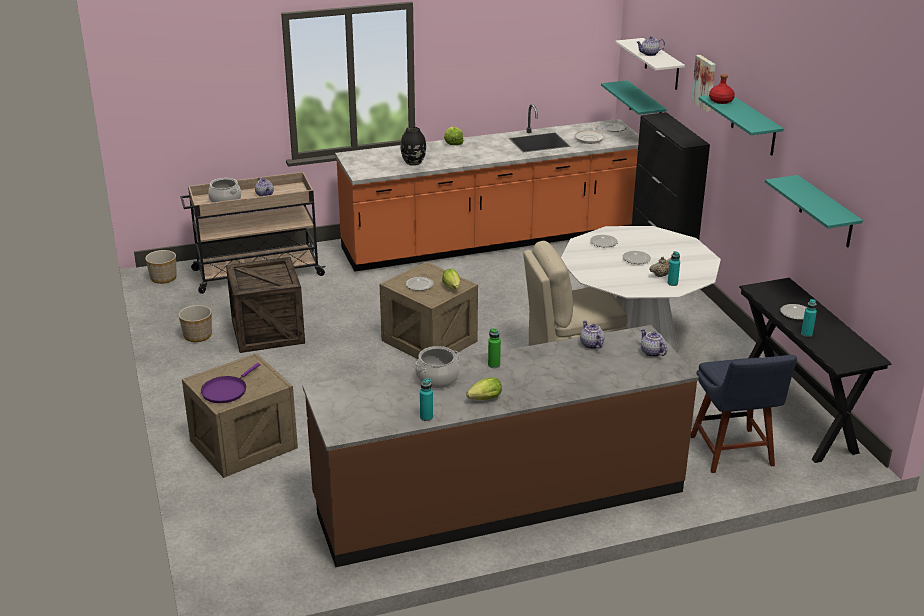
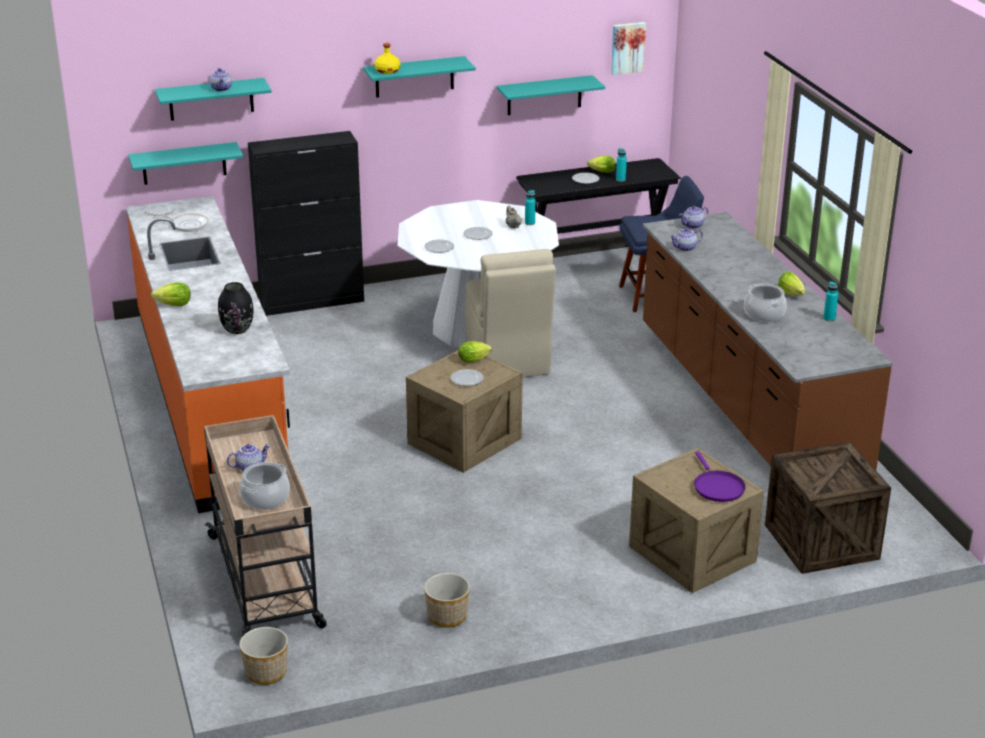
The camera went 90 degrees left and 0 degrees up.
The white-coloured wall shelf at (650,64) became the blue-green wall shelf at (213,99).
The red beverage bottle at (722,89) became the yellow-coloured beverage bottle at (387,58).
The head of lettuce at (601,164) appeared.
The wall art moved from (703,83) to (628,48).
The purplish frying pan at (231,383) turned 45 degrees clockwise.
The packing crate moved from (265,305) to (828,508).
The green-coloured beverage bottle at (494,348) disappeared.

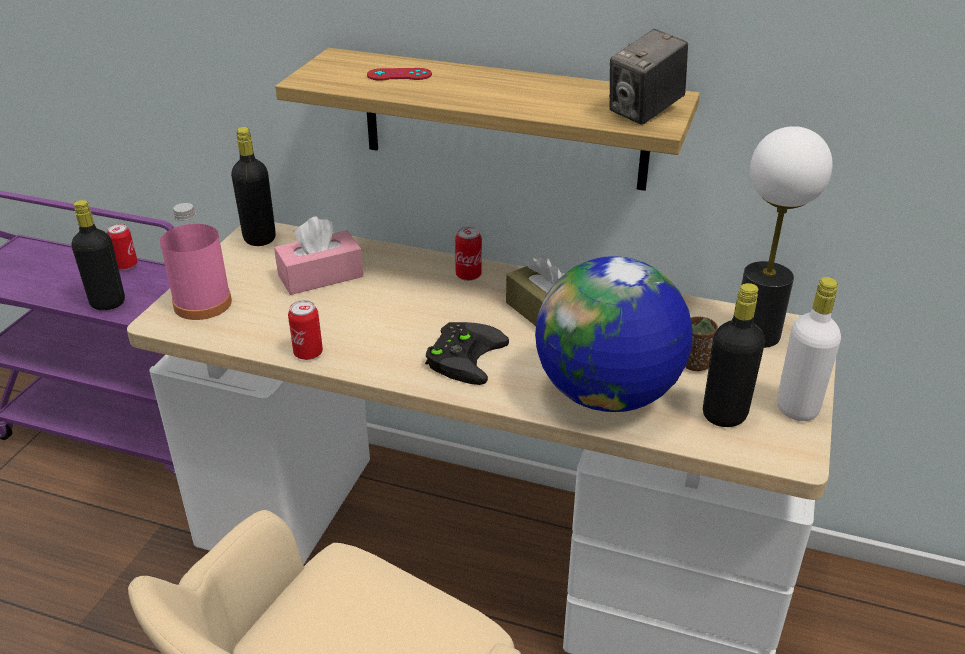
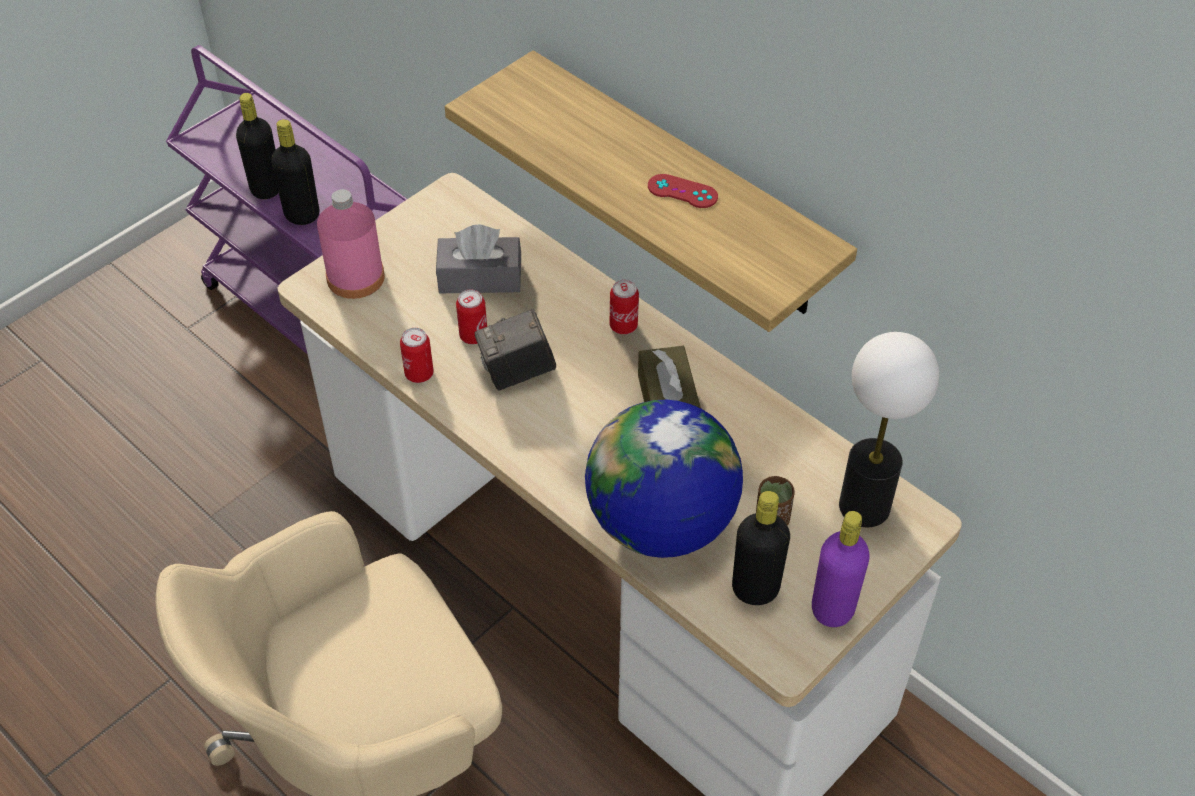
The camera went 25 degrees right and 15 degrees up.
The black beverage bottle moved from (253,186) to (257,146).
The pinkish tissue holder at (318,255) became the greyish tissue holder at (478,259).
The can moved from (122,247) to (471,317).
The still camera moved from (648,77) to (515,349).
The red game controller moved from (399,74) to (683,191).
The white-coloured beverage bottle at (809,349) became the purplish beverage bottle at (841,569).
The black game controller at (467,353) disappeared.

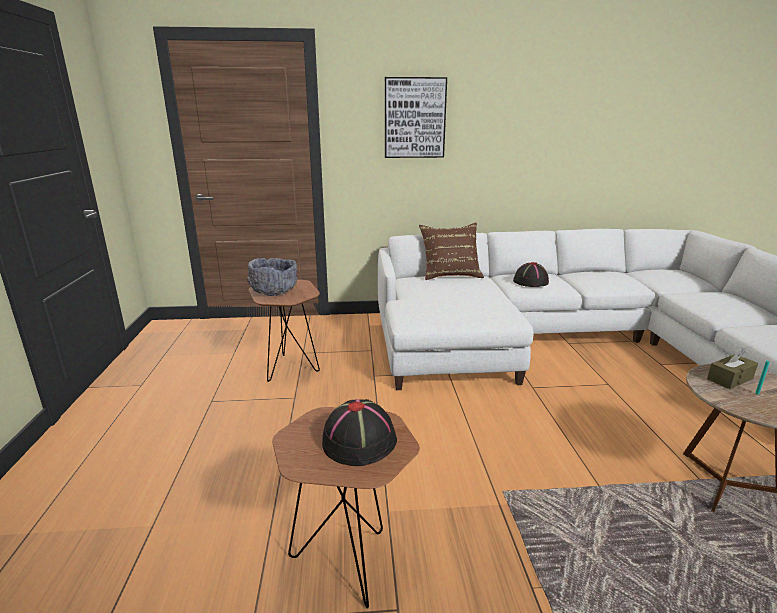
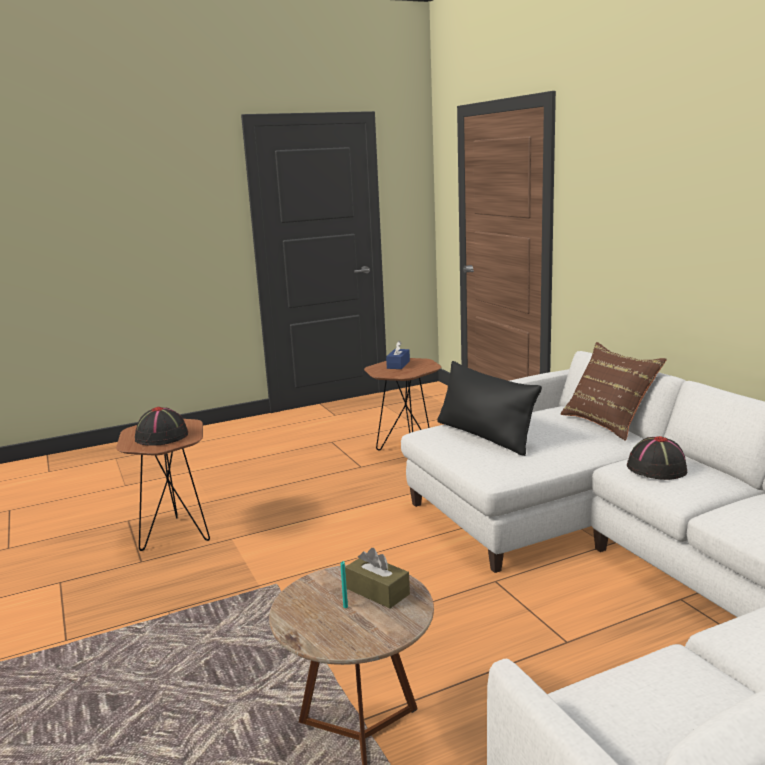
The camera went 70 degrees right and 5 degrees down.
The greyish serving bowl at (272,277) was replaced by the bluish tissue holder at (398,355).
The black throw pillow at (489,408) appeared.
The wall art at (416,117) disappeared.

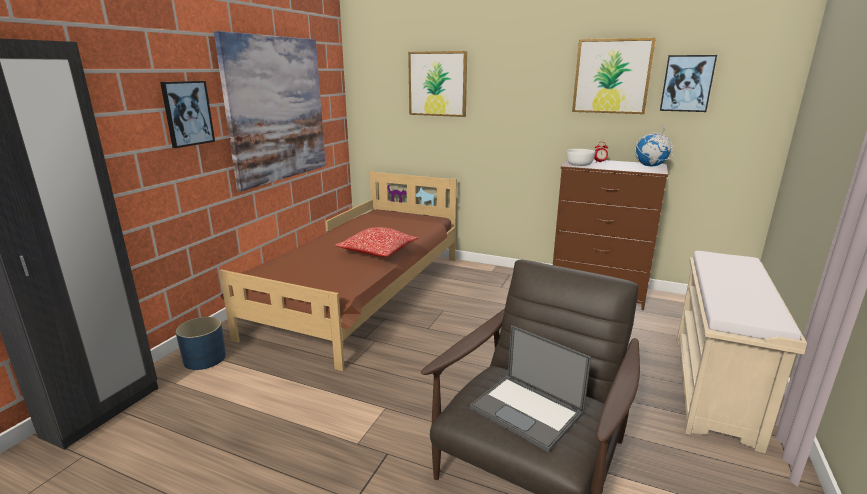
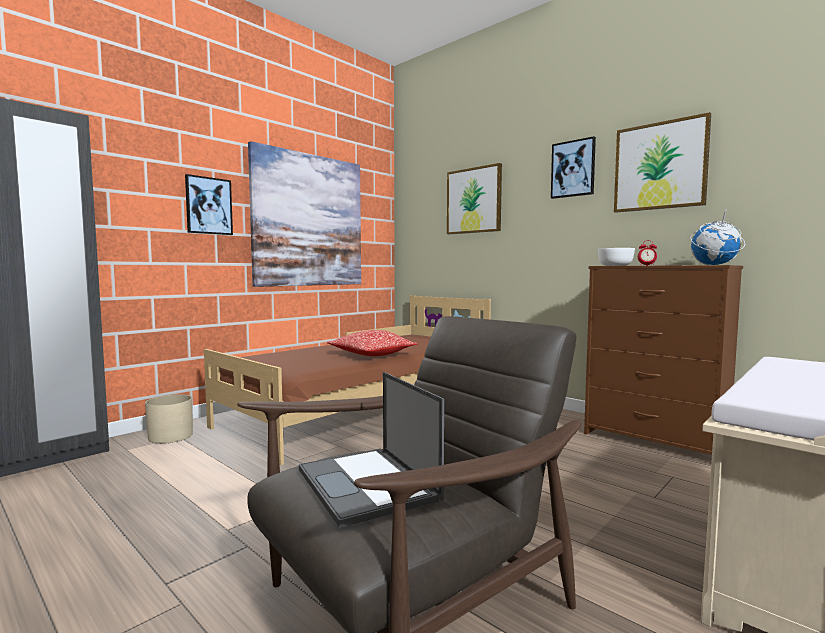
The camera went 20 degrees right and 15 degrees down.
The bluish planter at (201,343) became the sand-coloured planter at (169,419).
The wall art moved from (688,83) to (573,167).

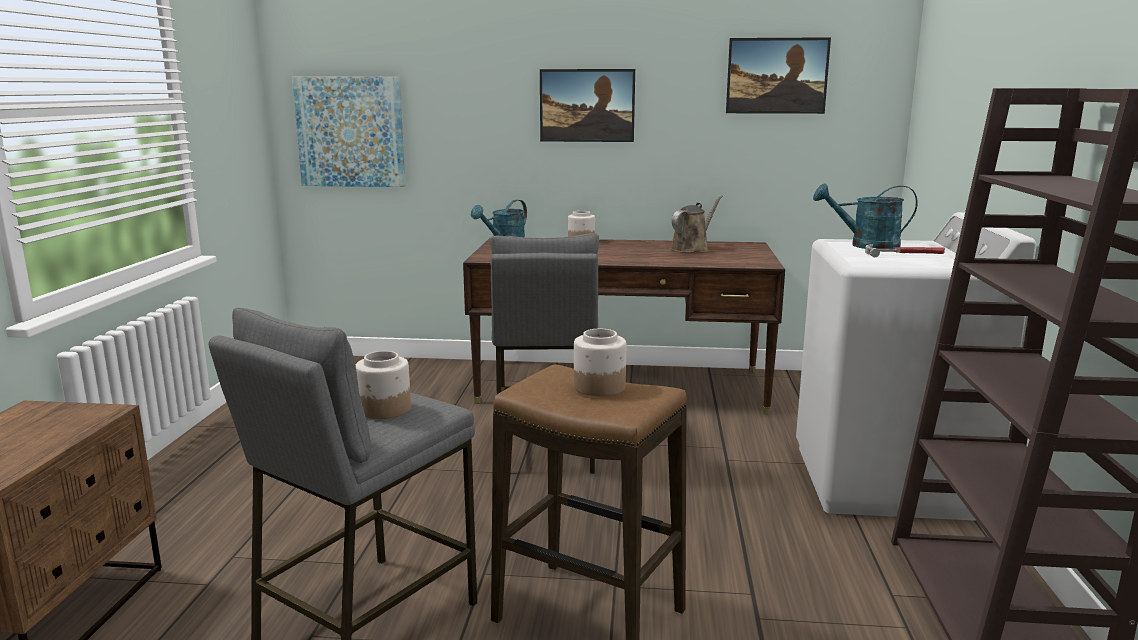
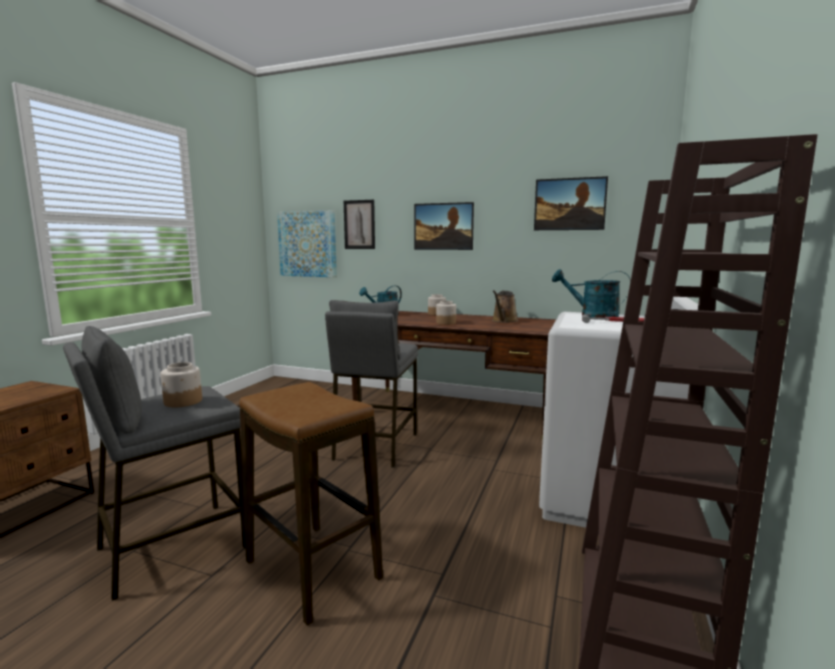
The camera went 15 degrees right and 5 degrees down.
The wall art at (359,224) appeared.
The jar moved from (600,363) to (446,313).
The brown watering pot at (696,224) turned 150 degrees clockwise.

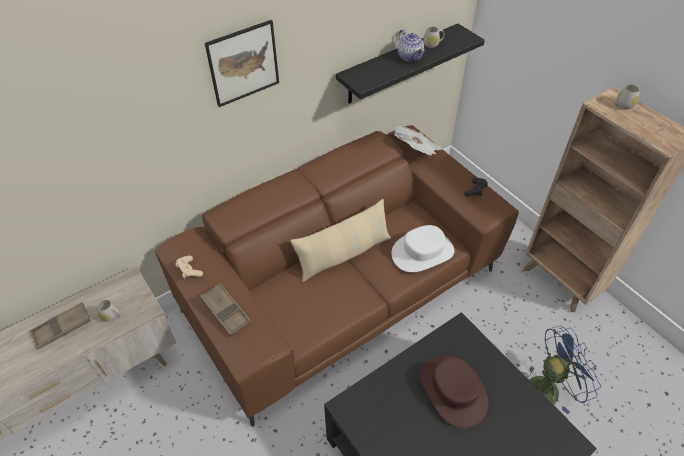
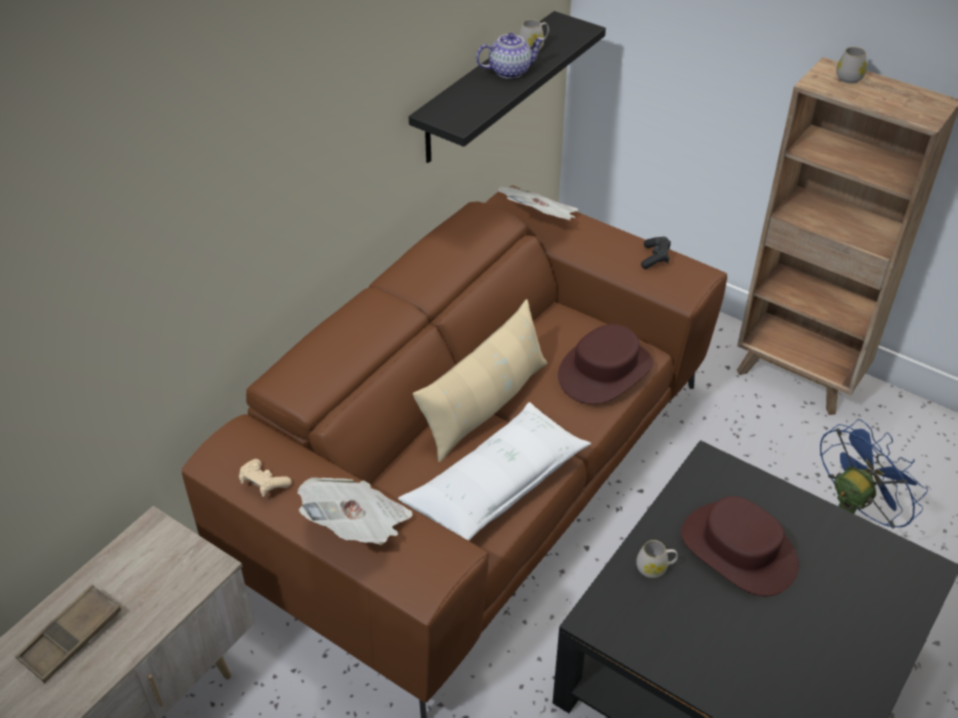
The camera went 20 degrees left and 5 degrees down.
The brown carrying tray at (225,310) was replaced by the printed paper at (355,511).
The white-coloured throw pillow at (494,471) appeared.
The teapot at (410,46) turned 60 degrees counterclockwise.
The white-coloured clothing hat at (422,248) became the brown clothing hat at (605,364).
The white-coloured tea mug moved from (109,311) to (657,559).
The wall art at (242,63) disappeared.

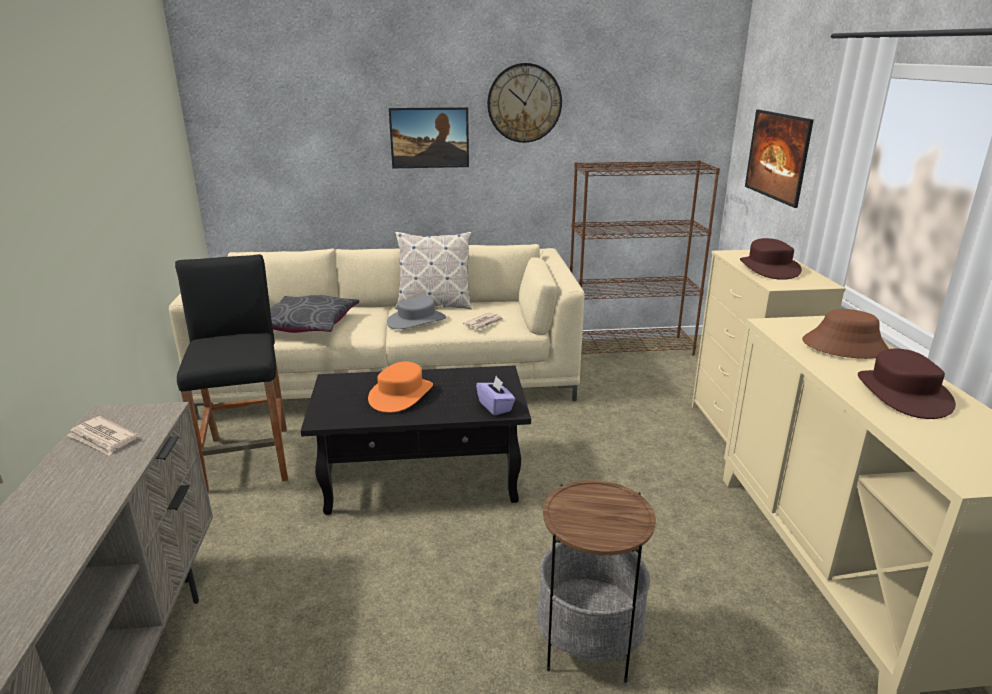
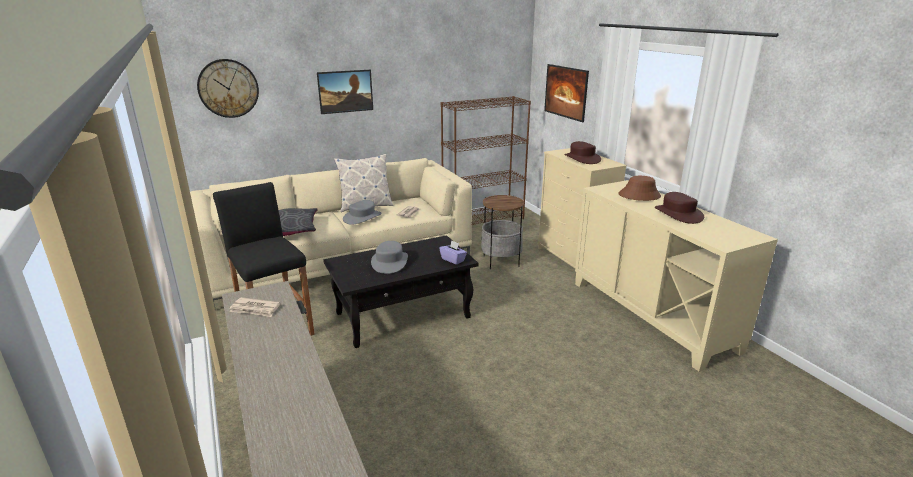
The camera went 20 degrees left and 0 degrees up.
The wall clock moved from (524,103) to (228,88).
The orangey clothing hat at (400,387) became the greyish clothing hat at (389,257).
The side table moved from (596,581) to (502,232).

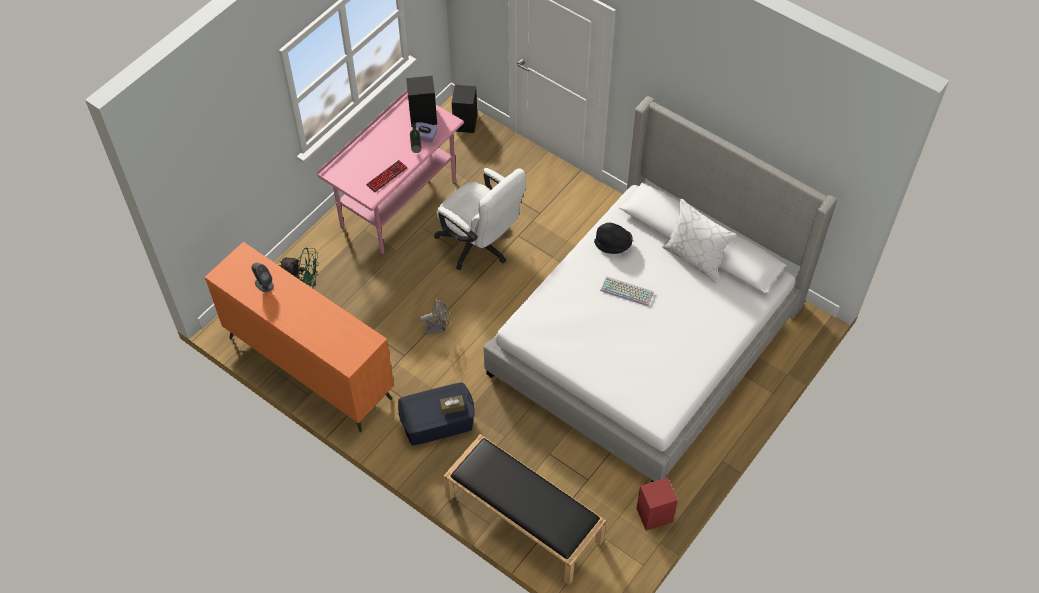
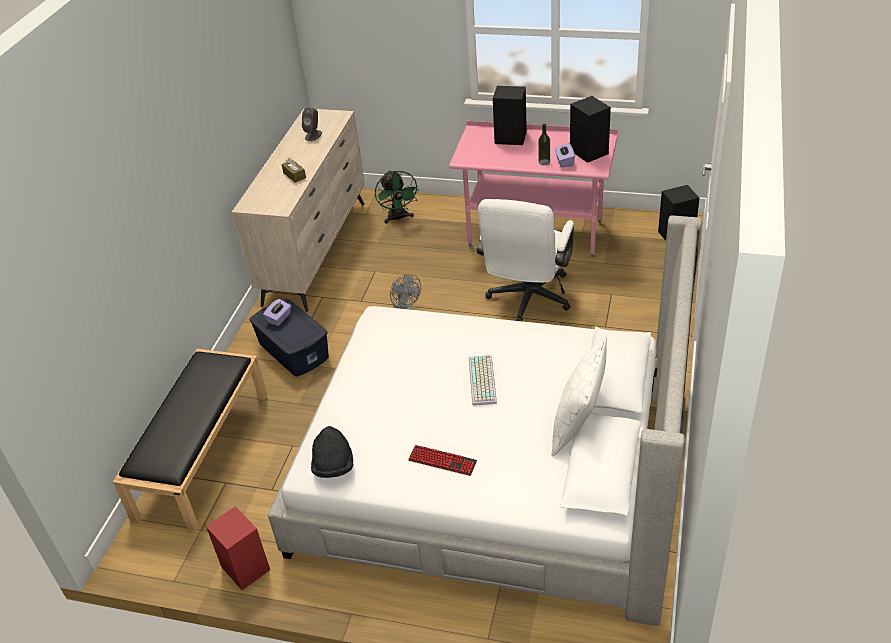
The camera went 70 degrees right and 15 degrees down.
The orangey dresser at (299,337) became the sand-coloured dresser at (298,210).
The purplish tissue holder at (277,312) appeared.
The brown tissue holder moved from (452,404) to (294,170).
The black clothing hat moved from (613,238) to (332,452).
The PC keyboard moved from (387,176) to (442,460).
The black audio speaker at (510,115) appeared.

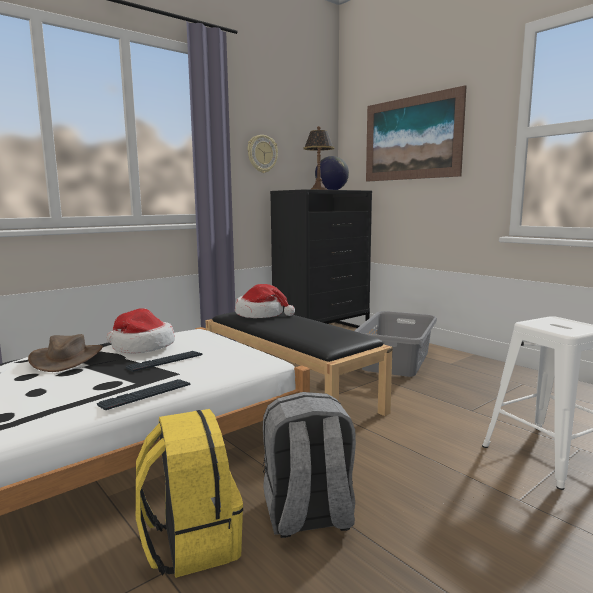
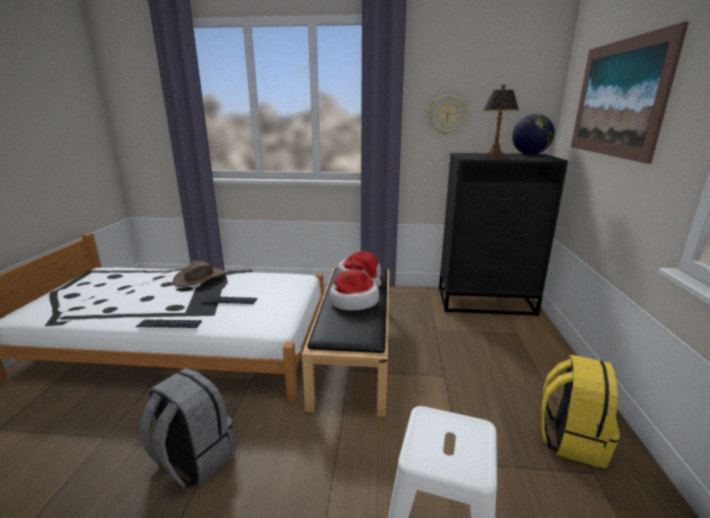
The camera went 45 degrees right and 10 degrees up.
The clothing hat moved from (141,331) to (354,290).
The yellow-coloured knapsack moved from (189,493) to (580,411).
The greyish hamper at (396,344) disappeared.

